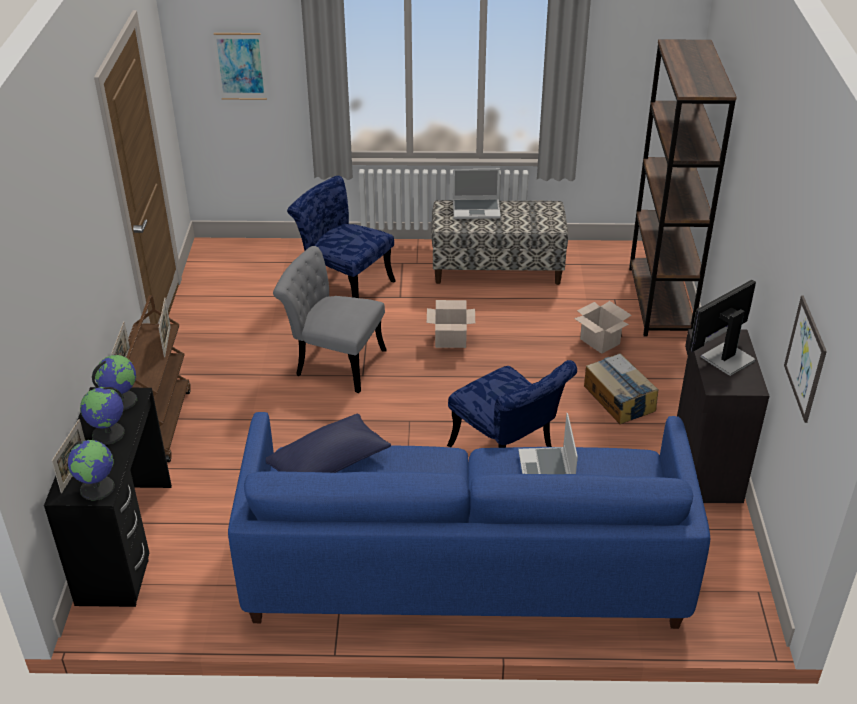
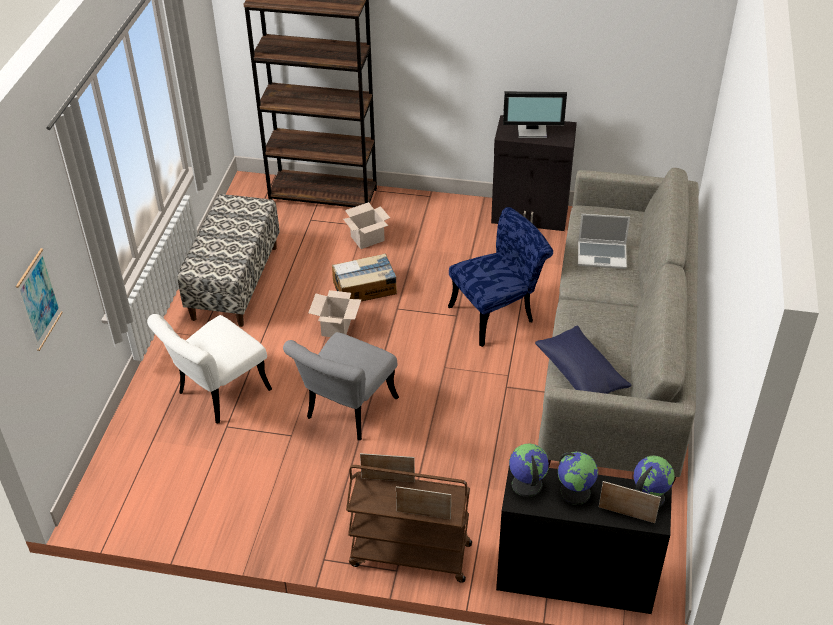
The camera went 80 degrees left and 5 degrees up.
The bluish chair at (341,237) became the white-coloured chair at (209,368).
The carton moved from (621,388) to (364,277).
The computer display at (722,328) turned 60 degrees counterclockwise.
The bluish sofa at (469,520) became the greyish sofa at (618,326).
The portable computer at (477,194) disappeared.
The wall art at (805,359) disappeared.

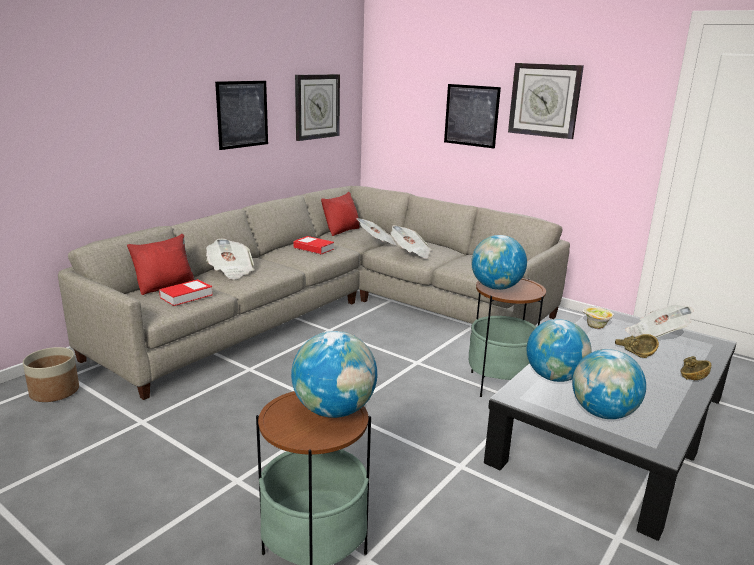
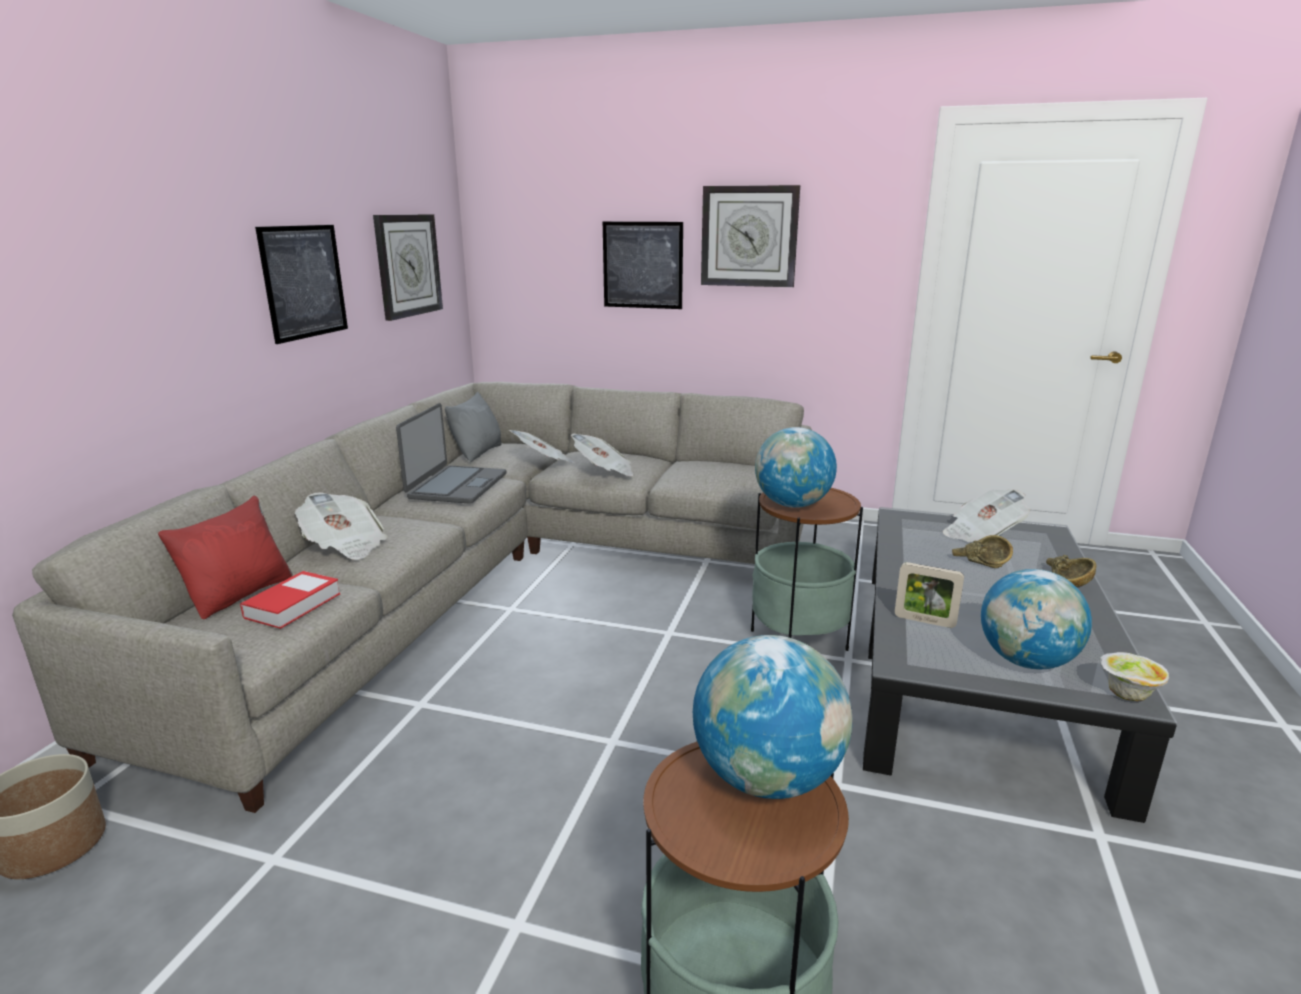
The camera went 20 degrees left and 0 degrees up.
The book at (314,245) was replaced by the portable computer at (451,453).
The red throw pillow at (340,214) became the greyish throw pillow at (473,427).
The desk globe at (559,350) was replaced by the picture frame at (929,595).
The serving bowl moved from (598,318) to (1134,676).

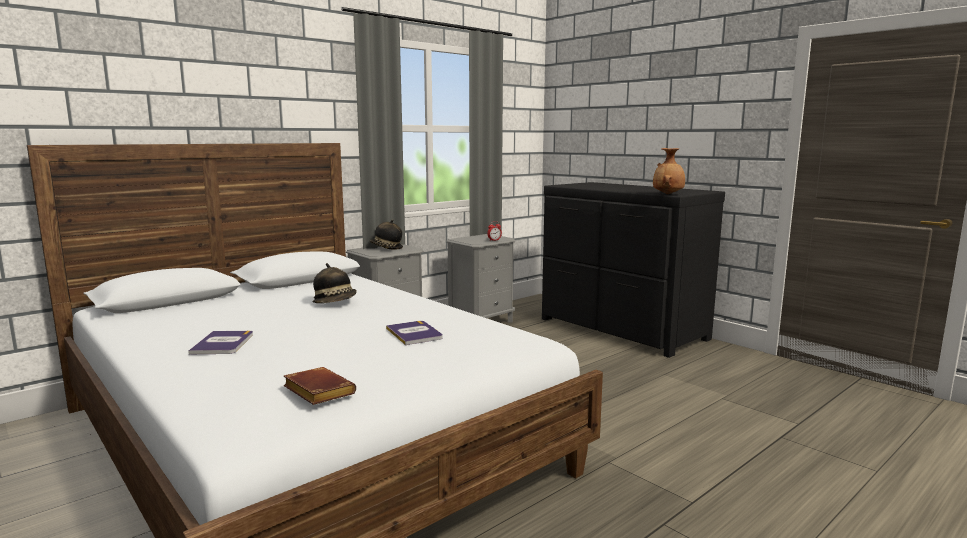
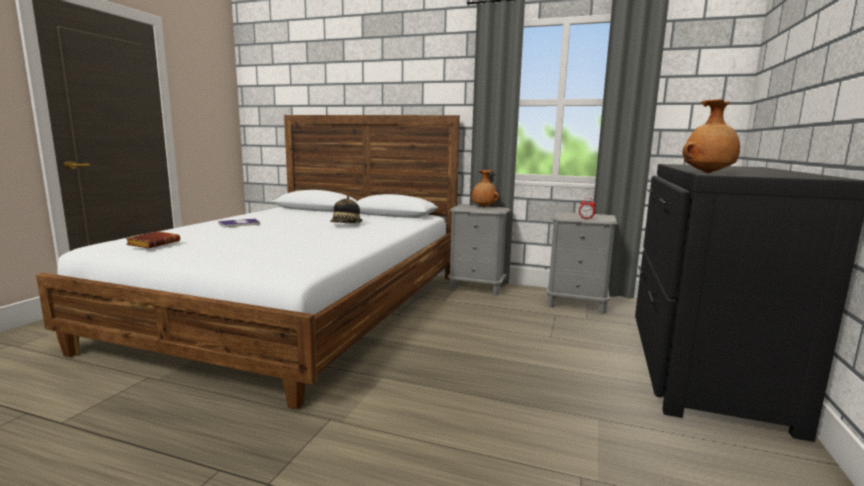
The camera went 60 degrees right and 0 degrees up.
The clothing hat at (386,235) was replaced by the brown flower vase at (485,188).
The book at (414,333) disappeared.

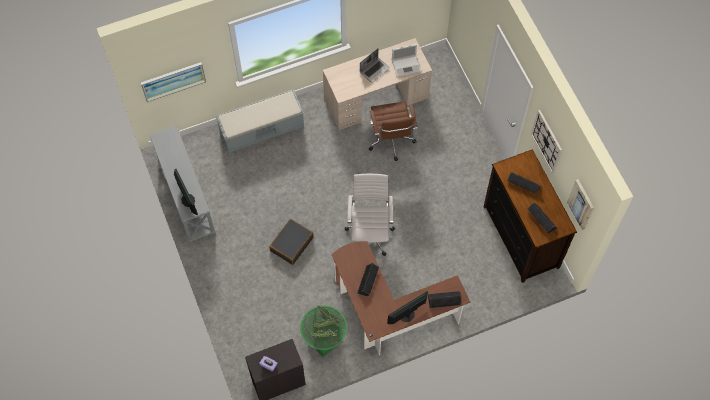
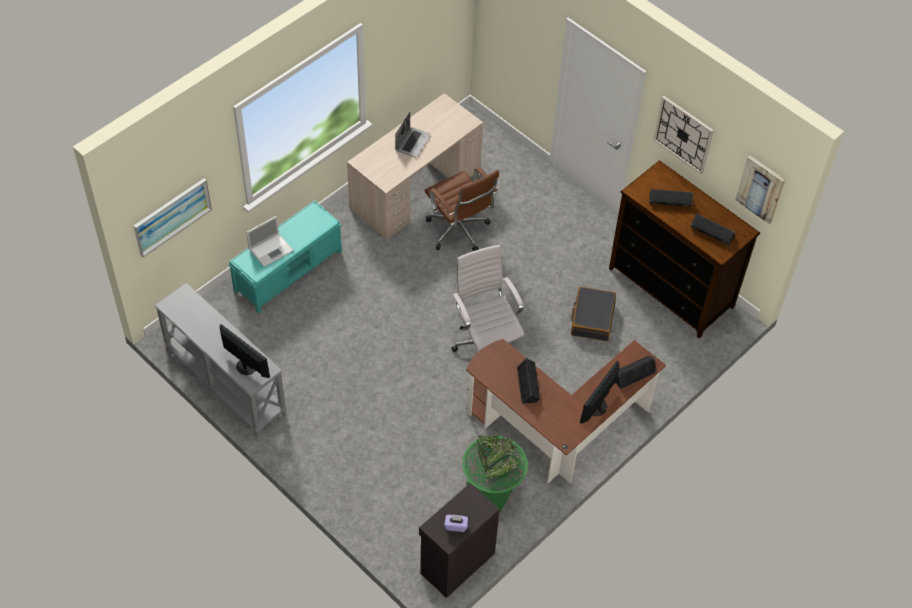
The camera went 25 degrees left and 10 degrees down.
The greyish bench at (260,122) became the blue-green bench at (285,257).
The portable computer moved from (406,60) to (269,241).
The black piece of luggage moved from (291,242) to (593,314).

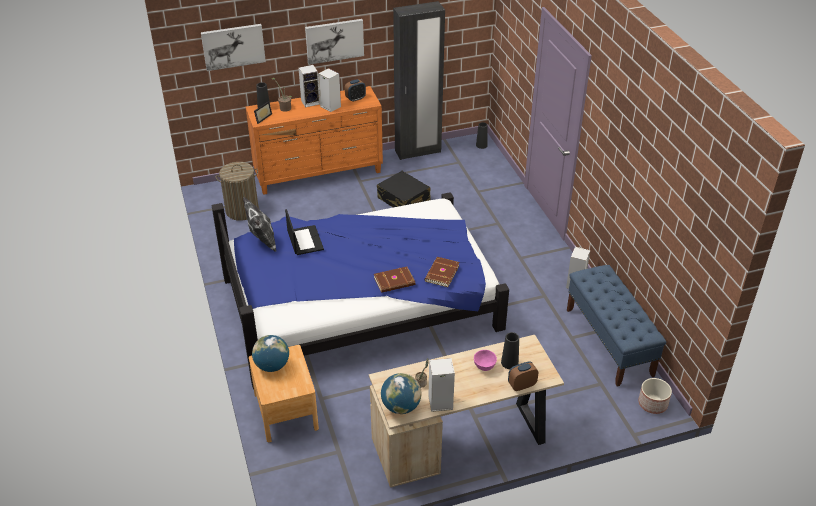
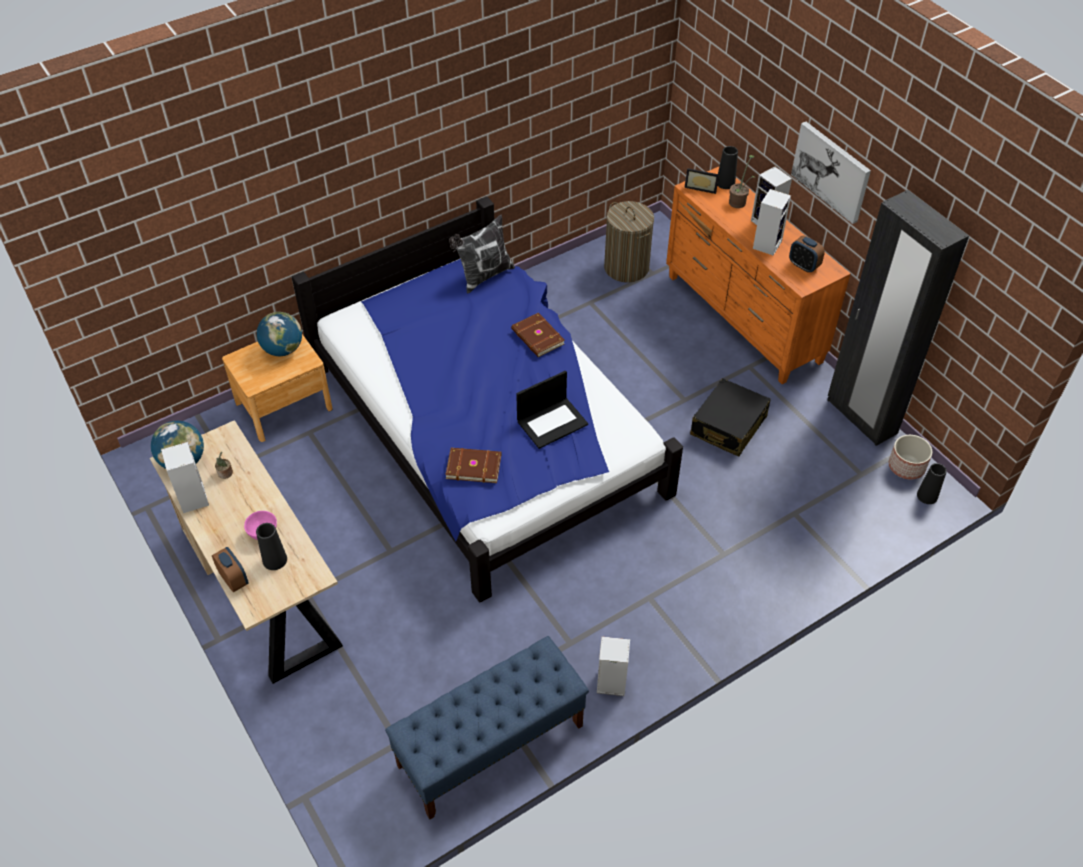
The camera went 75 degrees right and 10 degrees up.
The brown book moved from (394,279) to (538,335).
The portable computer moved from (304,232) to (552,410).
The planter moved from (655,396) to (910,457).
The wall art at (233,47) disappeared.

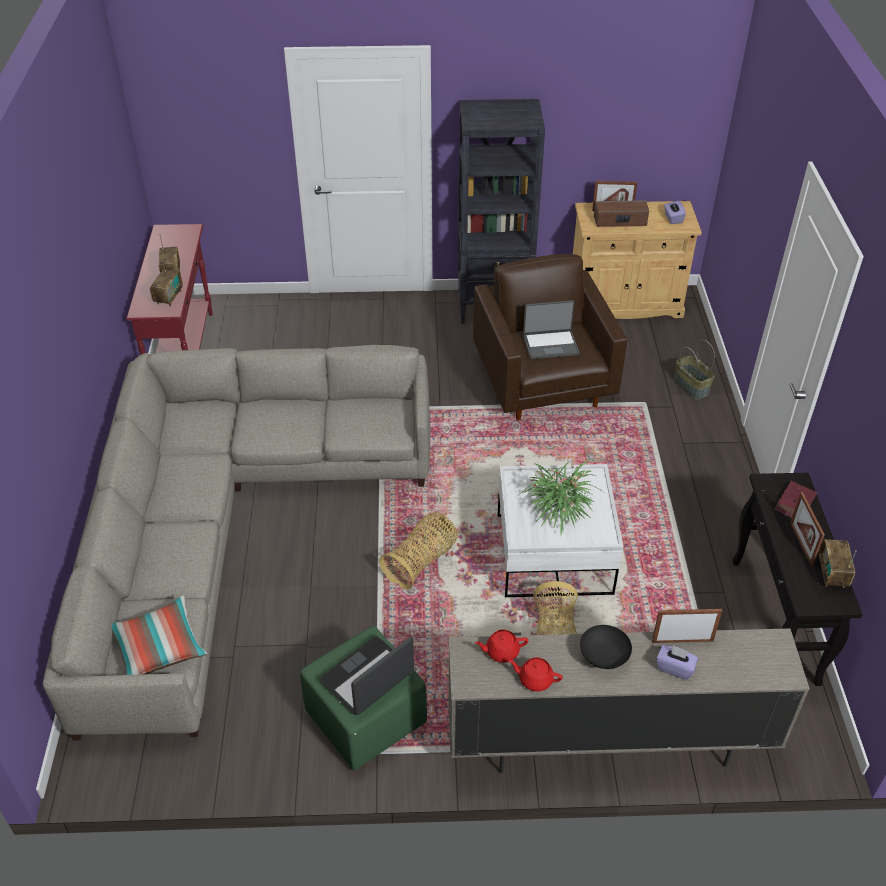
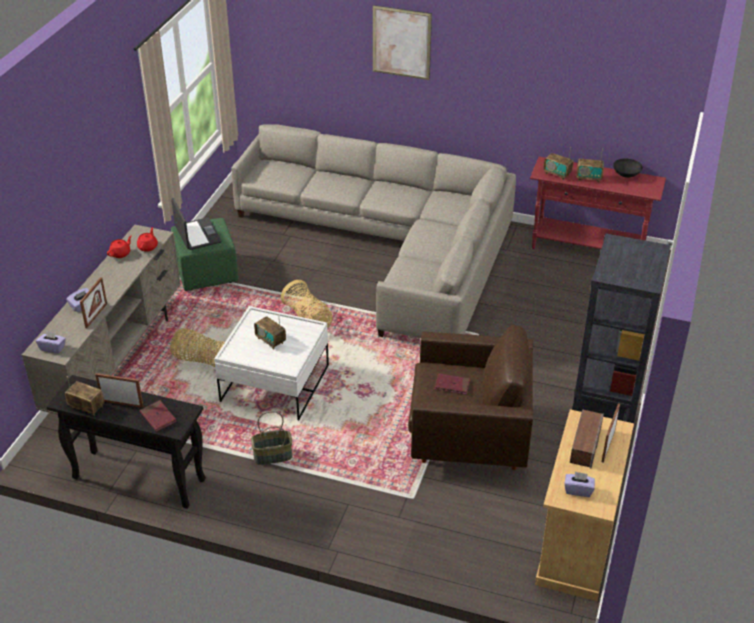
The camera went 110 degrees right and 5 degrees down.
The purplish tissue holder at (51,342) appeared.
The storage basket moved from (694,370) to (271,438).
The potted plant at (559,496) was replaced by the radio receiver at (270,332).
The wall art at (402,42) appeared.
The portable computer at (551,329) was replaced by the red book at (452,384).
The black serving bowl moved from (606,647) to (628,168).
The throw pillow at (159,635) disappeared.

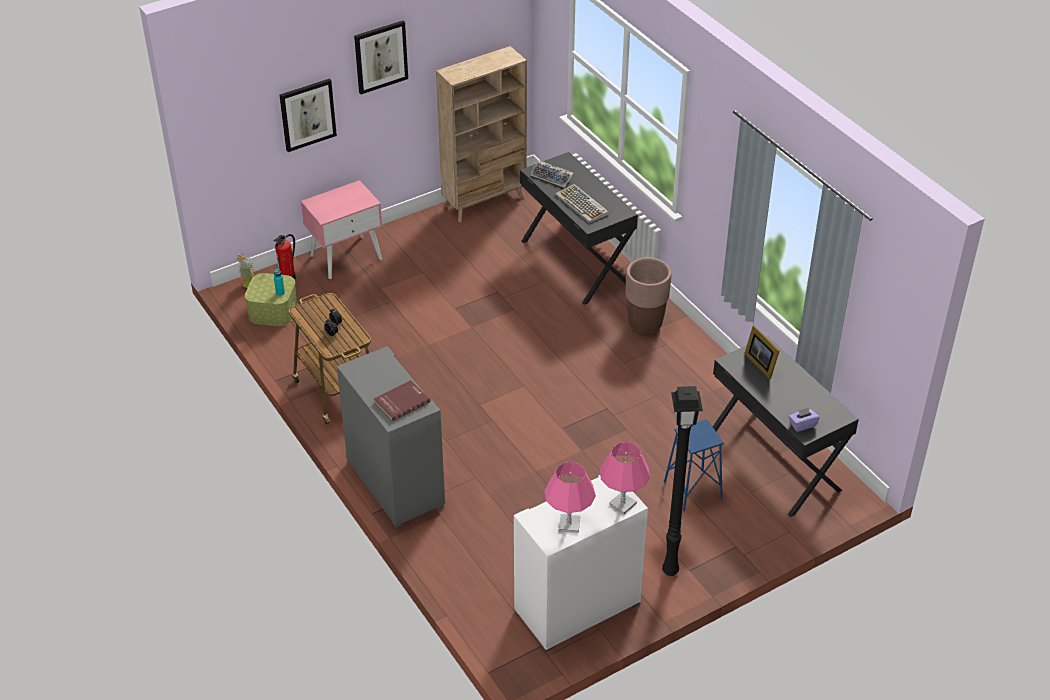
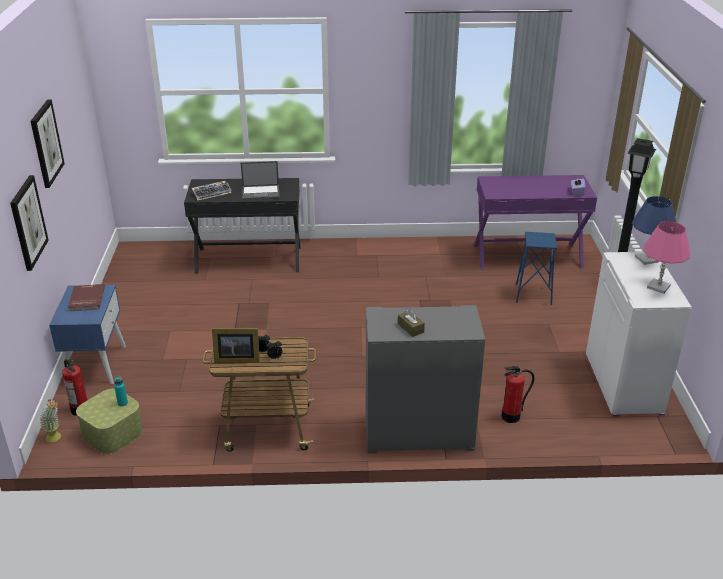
The camera went 60 degrees left and 10 degrees down.
The pinkish night table at (341,229) became the bluish night table at (87,334).
The red book moved from (402,400) to (86,297).
The picture frame moved from (762,352) to (236,345).
The PC keyboard at (582,203) was replaced by the portable computer at (260,180).
The brown tissue holder at (411,323) appeared.
The black desk at (786,426) became the purplish desk at (535,222).
The fire extinguisher at (518,394) appeared.
The pinkish table lamp at (625,478) became the bluish table lamp at (654,230).
The sand-coloured shelving unit at (481,134) disappeared.
The brown planter at (648,296) disappeared.

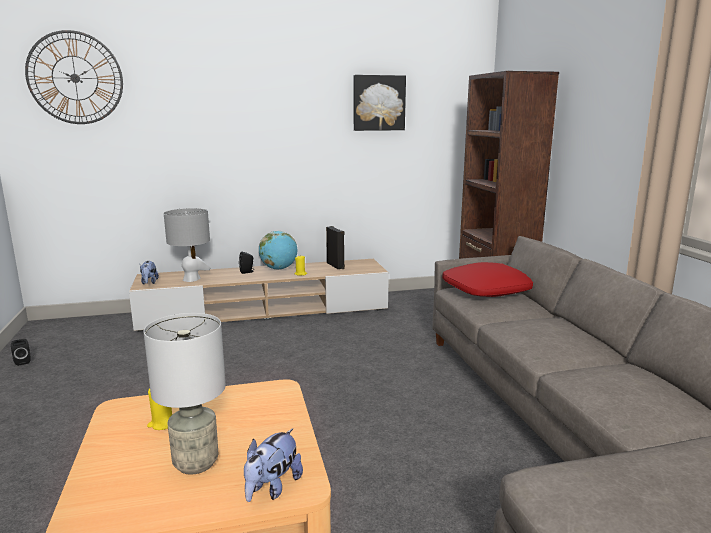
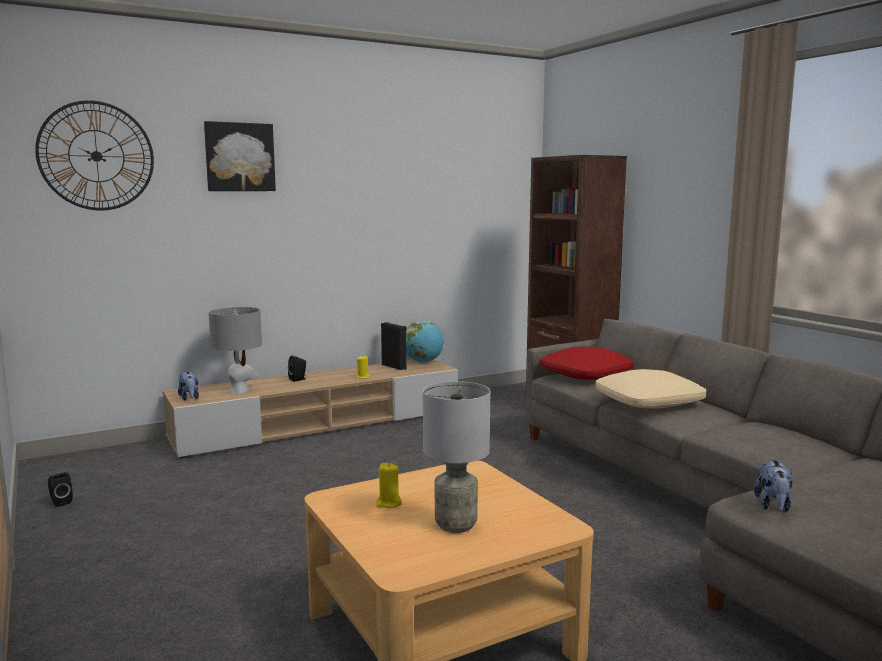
The camera went 15 degrees left and 5 degrees down.
The wall art moved from (380,103) to (240,156).
The desk globe moved from (278,250) to (425,341).
The sand-coloured throw pillow at (650,389) appeared.
The soft toy moved from (273,465) to (773,485).

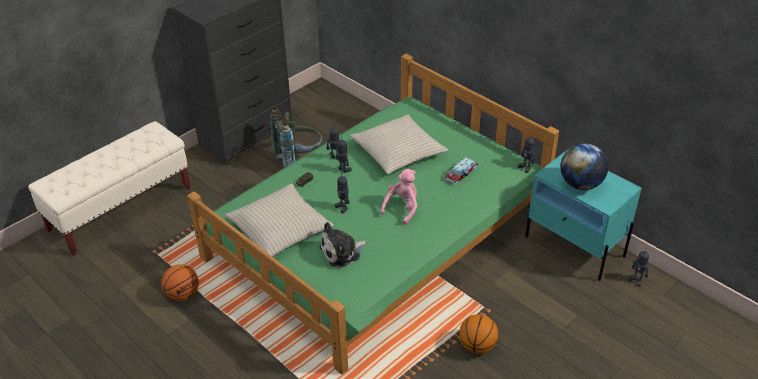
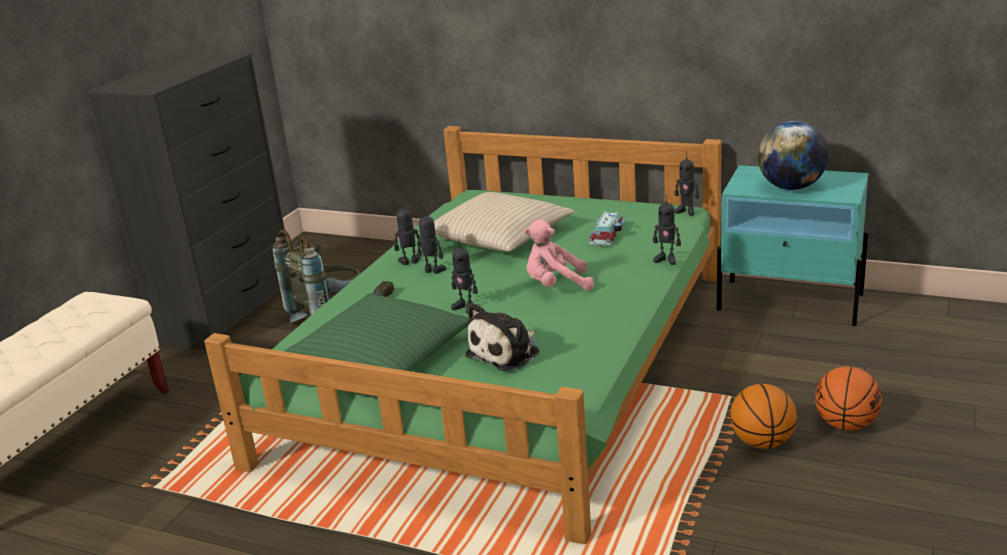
The camera went 20 degrees left and 15 degrees down.
The sand-coloured throw pillow at (279,220) became the green-coloured throw pillow at (376,332).
The pinkish soft toy at (398,197) turned 105 degrees counterclockwise.
The toy robot moved from (638,267) to (667,230).
The basketball moved from (180,282) to (848,398).

